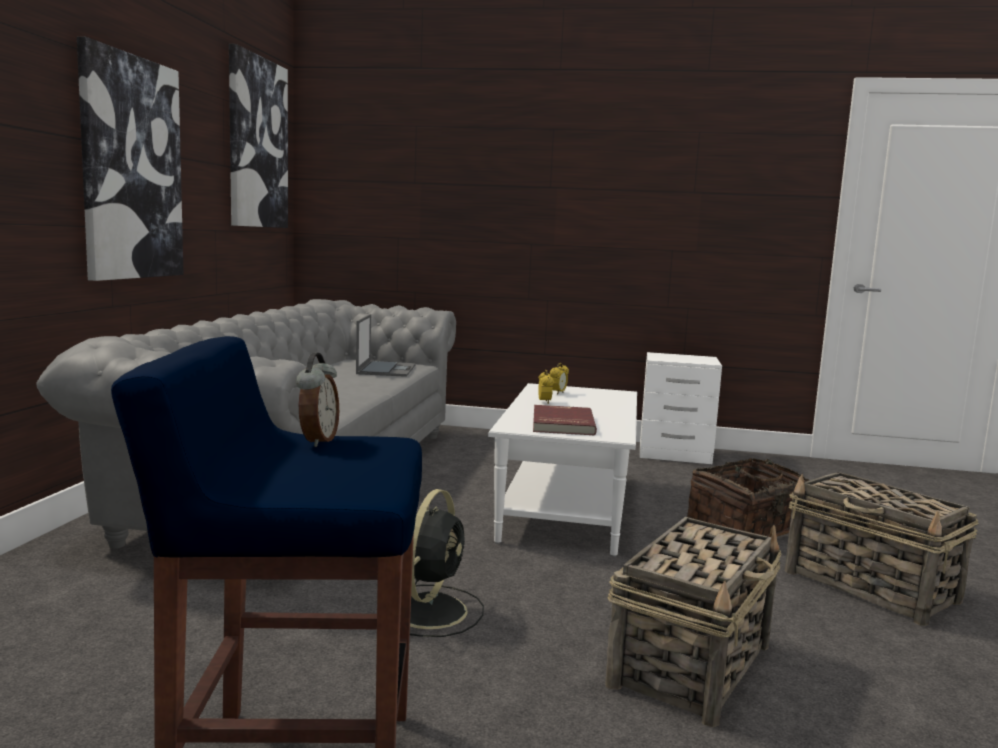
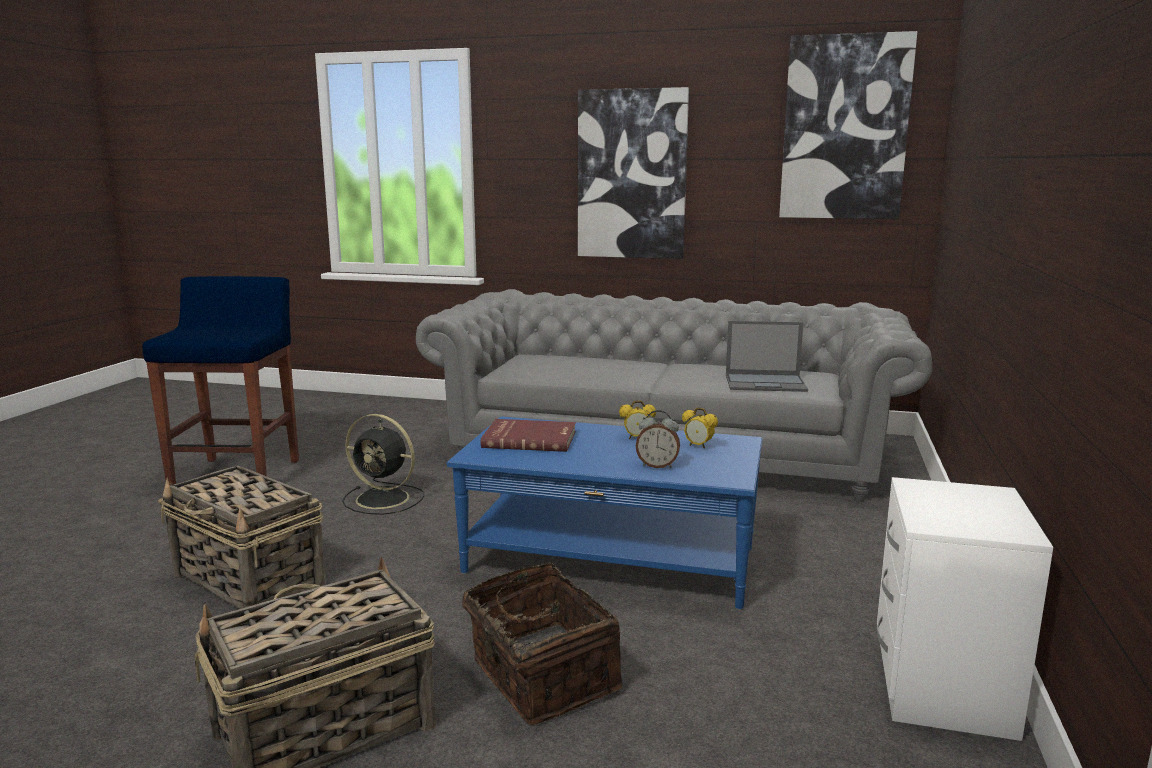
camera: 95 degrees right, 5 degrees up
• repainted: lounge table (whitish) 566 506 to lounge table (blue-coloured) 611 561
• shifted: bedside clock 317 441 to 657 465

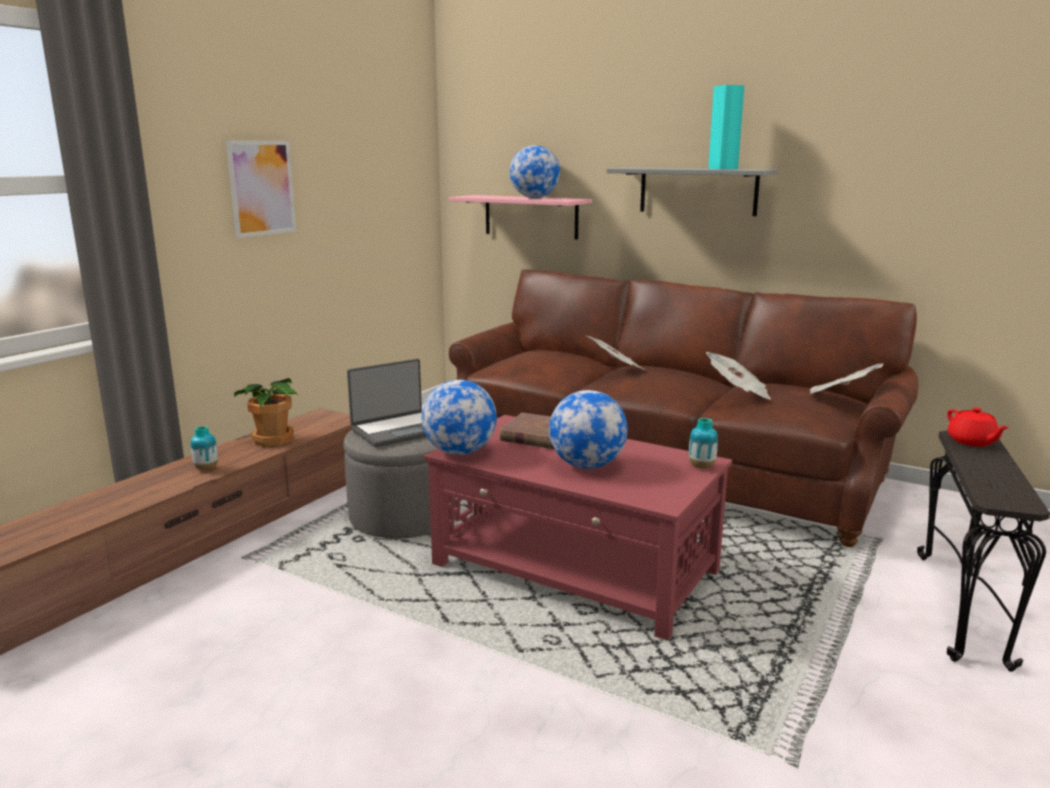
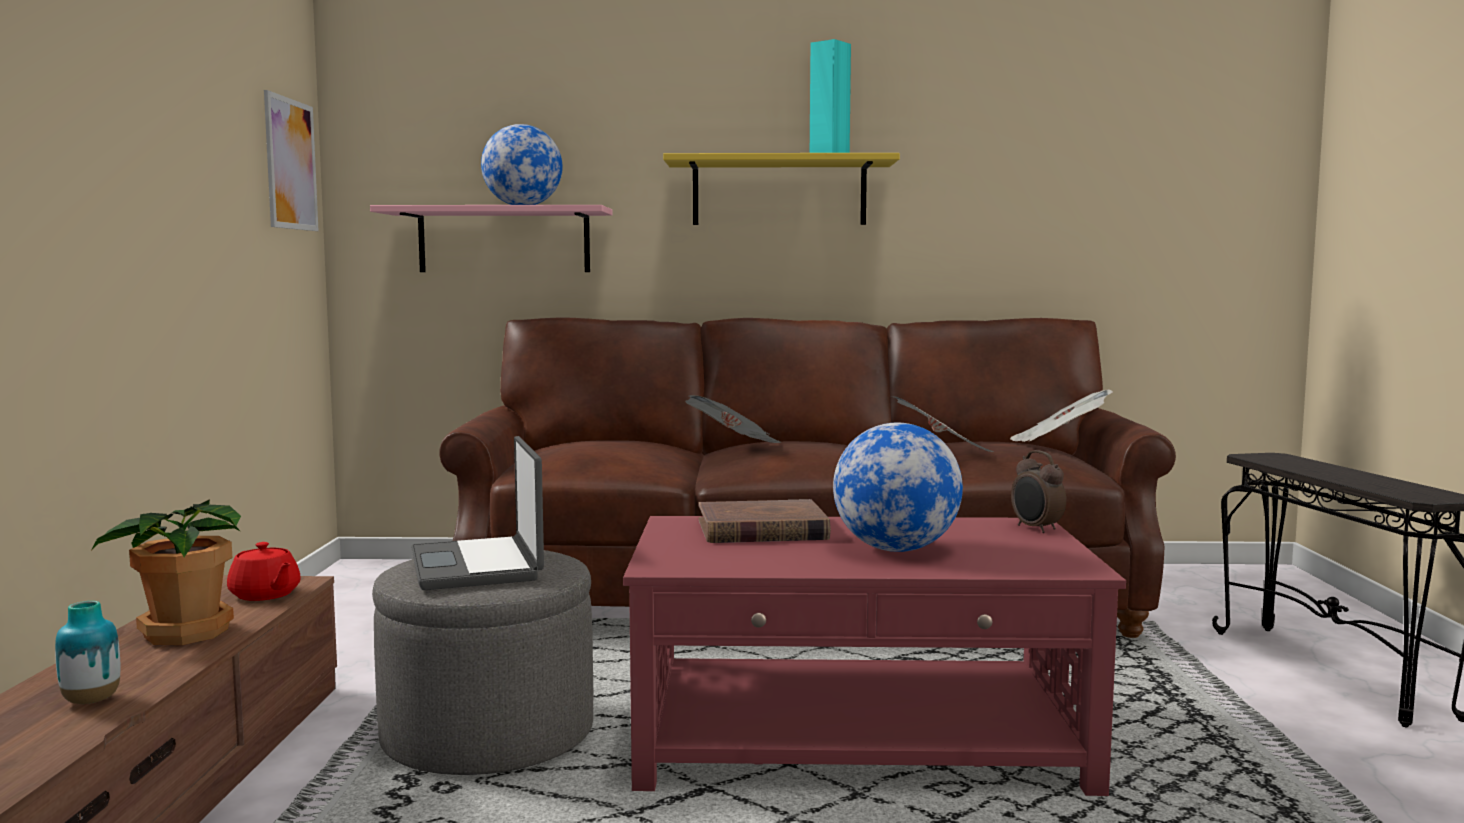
camera: 30 degrees left, 10 degrees down
• shifted: teapot (reddish) 972 442 to 265 595
• shifted: wall art 262 188 to 290 164
• rotated: notebook computer 398 430 = 479 566 135 degrees clockwise
• repainted: wall shelf (greyish) 697 191 to wall shelf (yellowish) 779 193
• swapped: vase 701 467 to bedside clock 1036 529
• gone: world globe 459 452

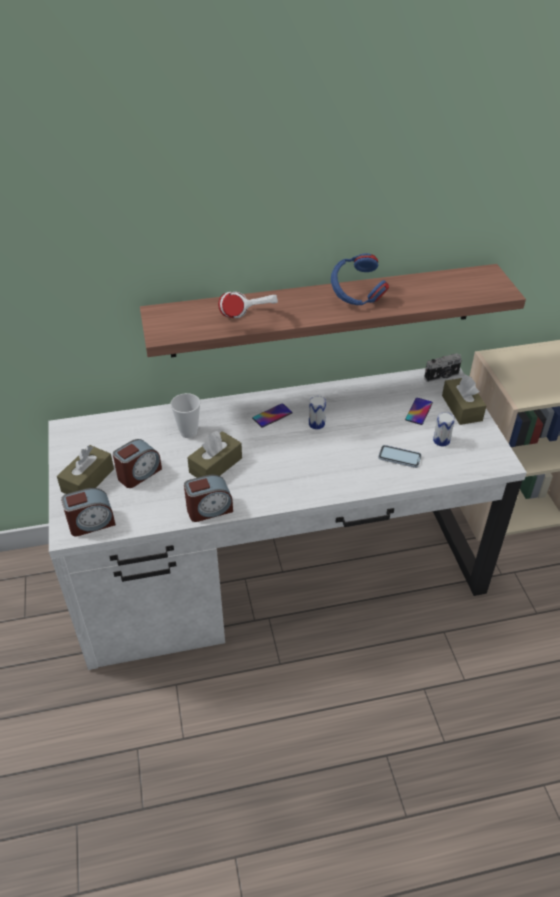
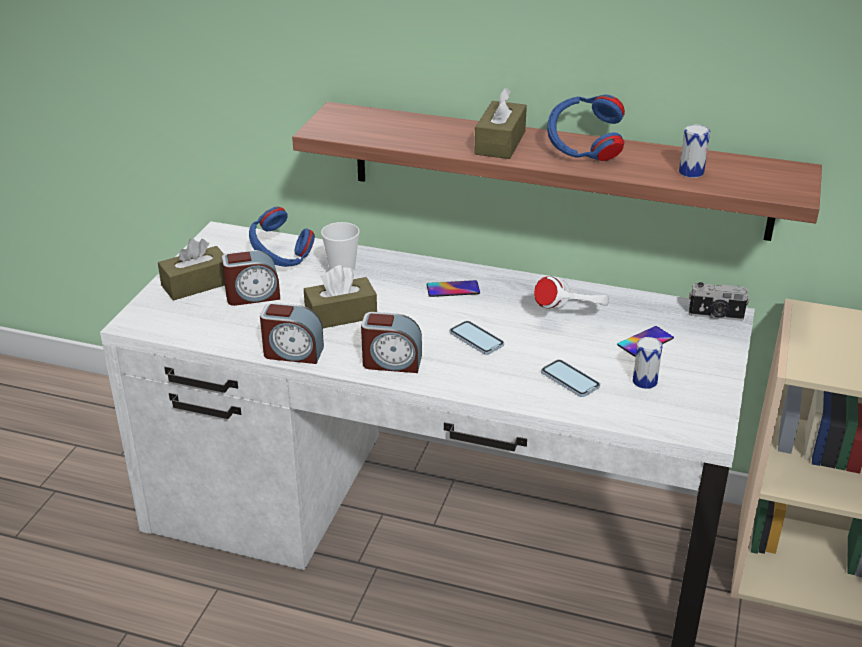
camera: 30 degrees right, 10 degrees down
• new: headphones (blue-coloured) 281 260
• shifted: bedside clock 91 523 to 391 362
• new: phone 476 339
• shifted: tissue holder (brown) 461 408 to 500 143
• shifted: headphones (whitish) 249 320 to 570 317
• shifted: can 316 424 to 691 172

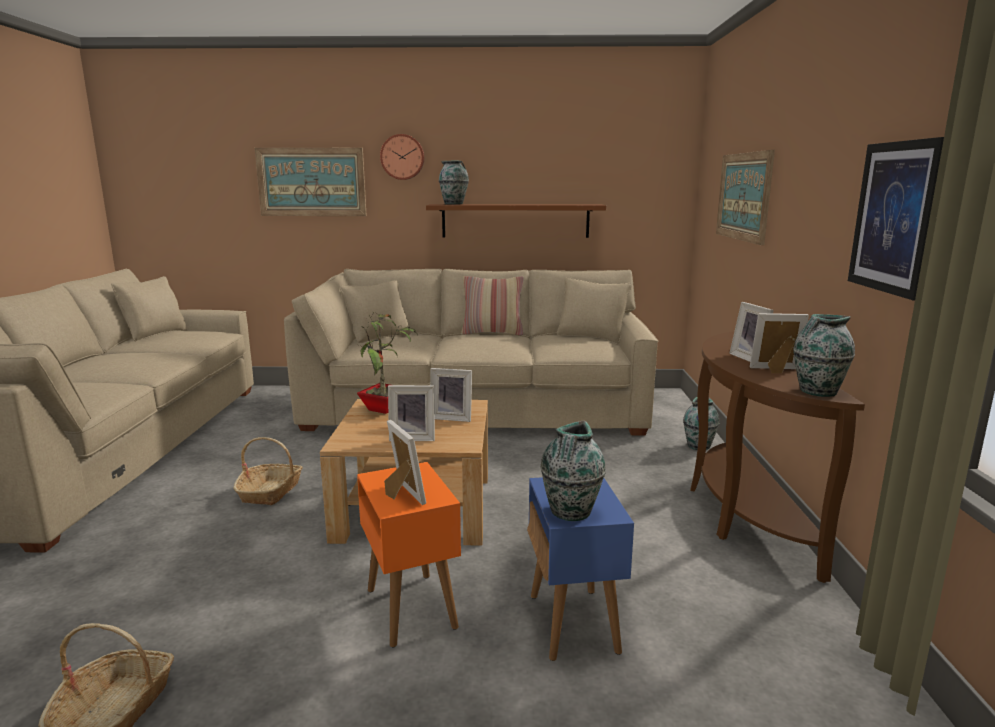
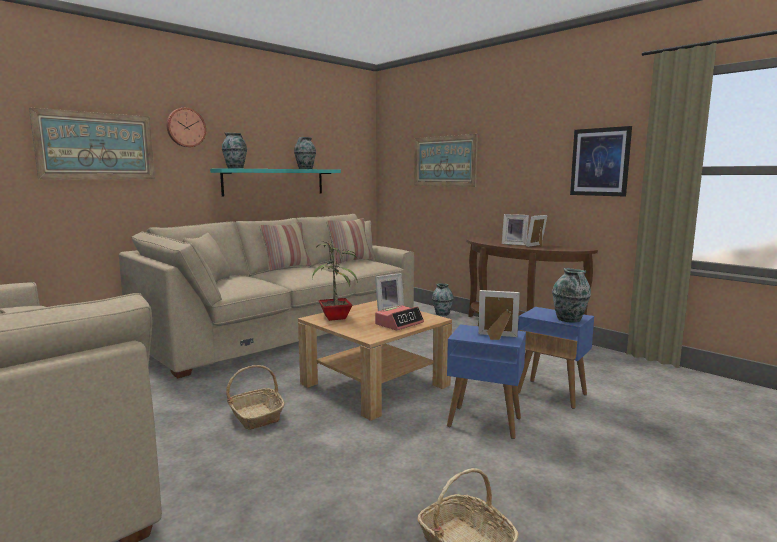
camera: 45 degrees left, 5 degrees down
• repainted: wall shelf (brown) 515 220 to wall shelf (blue-green) 274 182
• shifted: vase 817 391 to 305 169
• new: pillow 350 261
• swapped: standing frame 413 437 to bedside clock 399 323
• repainted: end table (orangey) 410 607 to end table (blue-coloured) 483 422

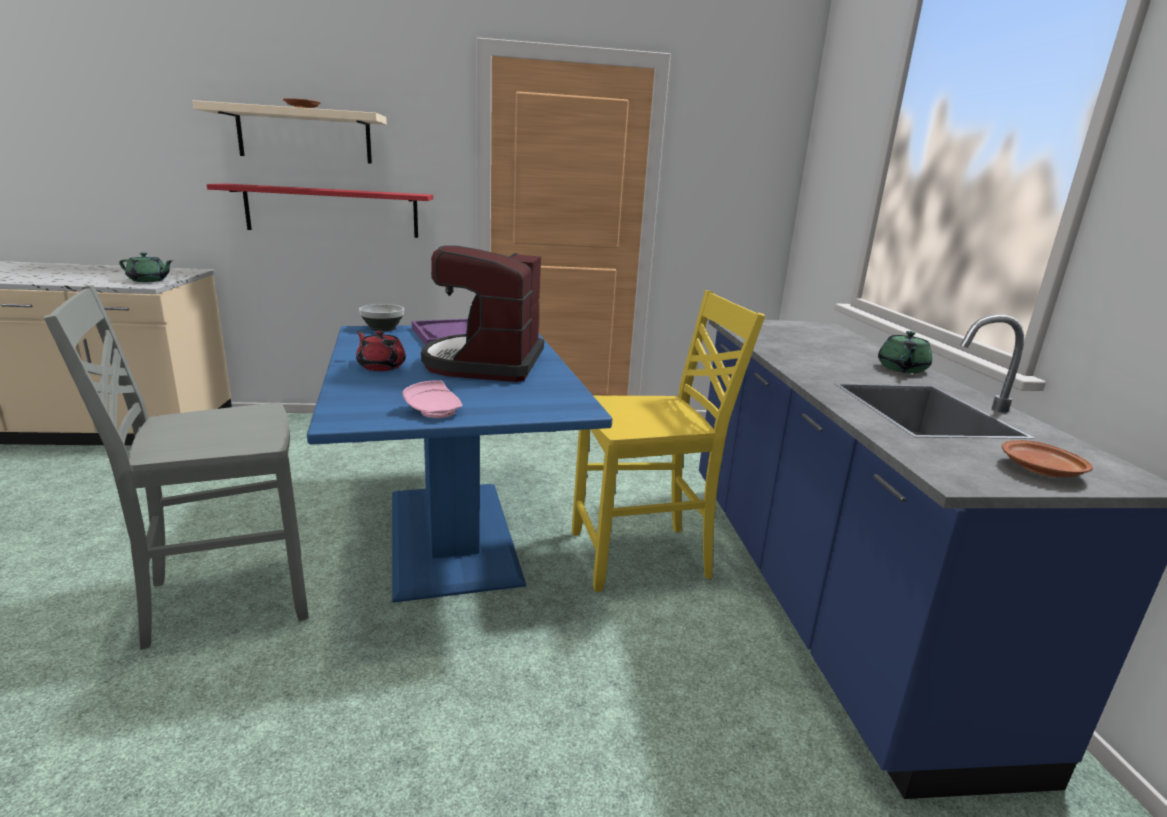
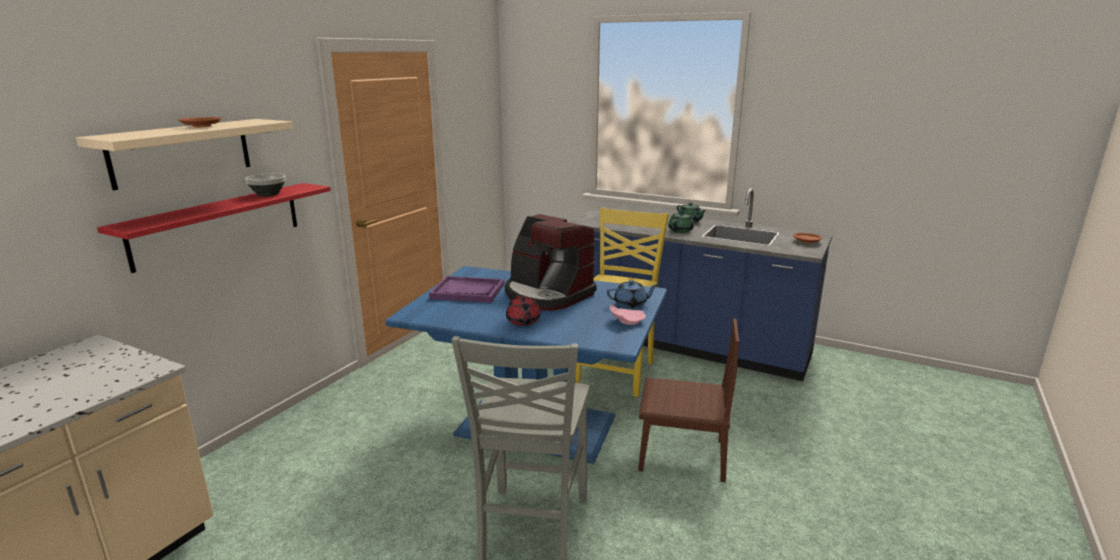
camera: 55 degrees left, 0 degrees up
• shifted: serving bowl 383 328 to 268 194
• rotated: teapot (reddish) 381 366 = 523 321 90 degrees counterclockwise
• new: teapot (blue-coloured) 631 304
• new: chair (brown) 682 455
• shifted: teapot (greenish) 149 280 to 681 230

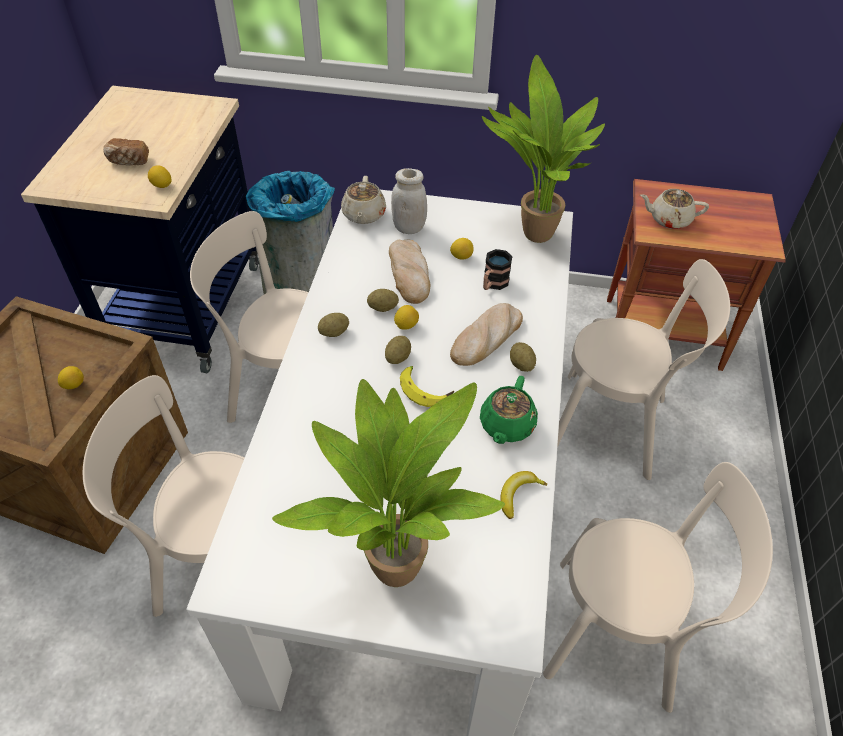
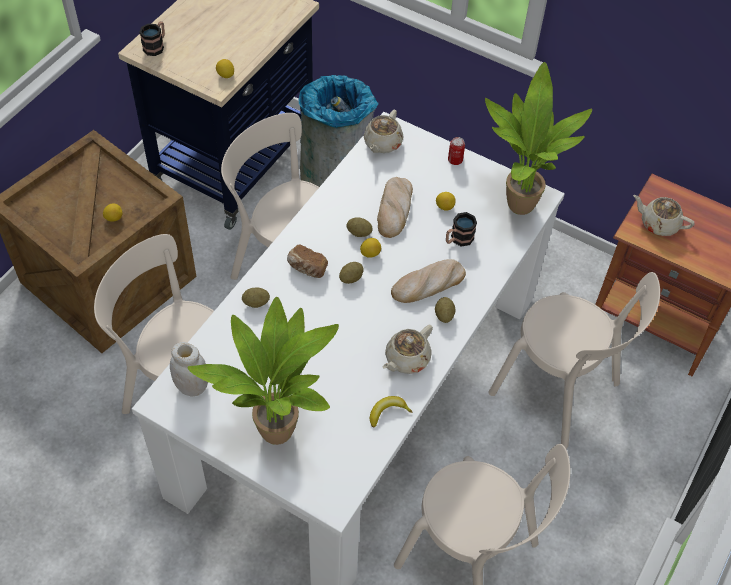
camera: 20 degrees right, 5 degrees up
• new: coffee mug 156 46
• shifted: jar (whitish) 409 227 to 192 386
• shifted: potato 334 332 to 256 303
• shifted: bakery bread 129 161 to 307 268
• repainted: teapot (greenish) 506 425 to teapot (sand-coloured) 406 359
• new: can 455 160
• gone: banana 425 389

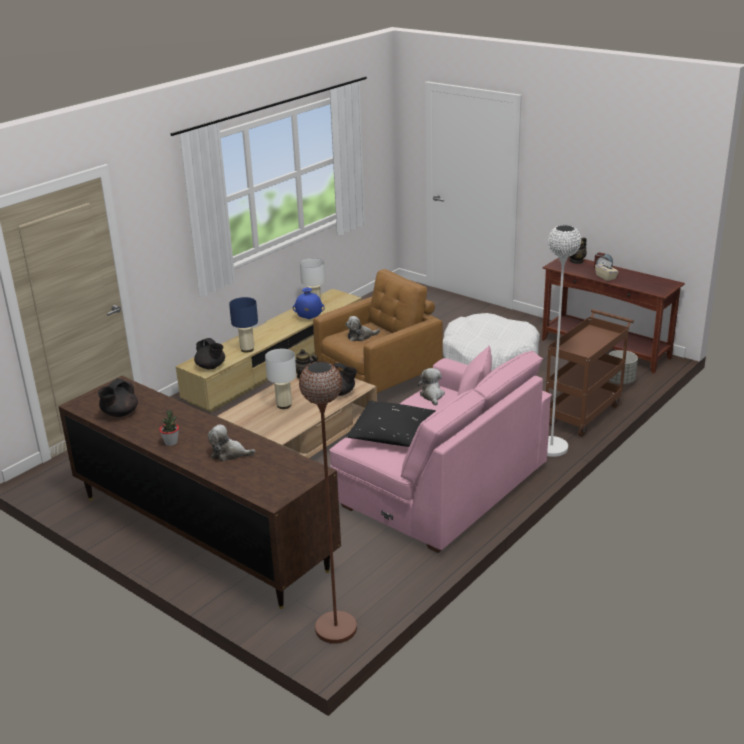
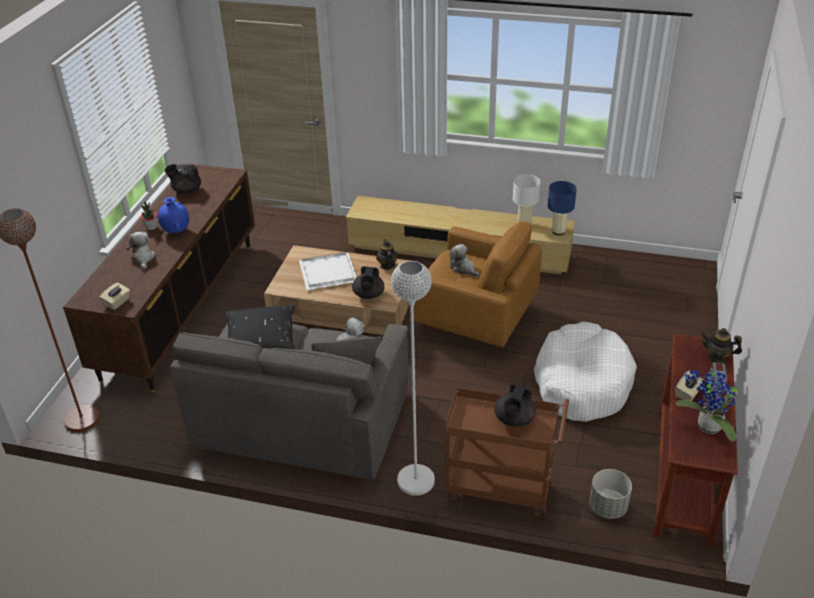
camera: 65 degrees right, 10 degrees up
• new: tissue holder (sand-coloured) 117 303
• shifted: vase (blue-coloured) 309 319 to 176 231
• repainted: settee (pink-coloured) 442 487 to settee (greyish) 302 421
• swapped: tabletop lamp (whitish) 283 405 to serving tray (whitish) 329 272
• shifted: teapot (black) 211 367 to 514 420
• shifted: tabletop lamp (blue-coloured) 247 349 to 558 232
• new: houseplant 706 427

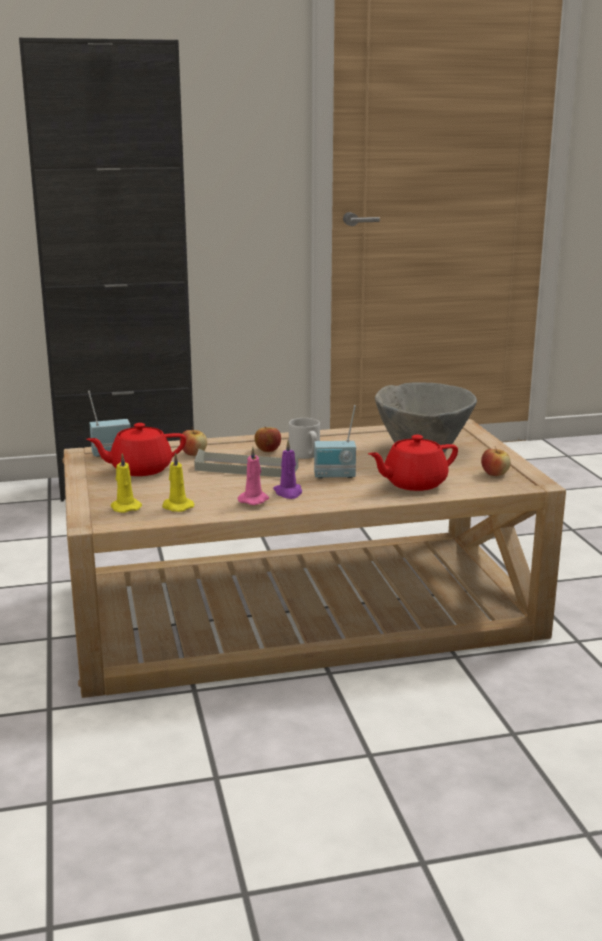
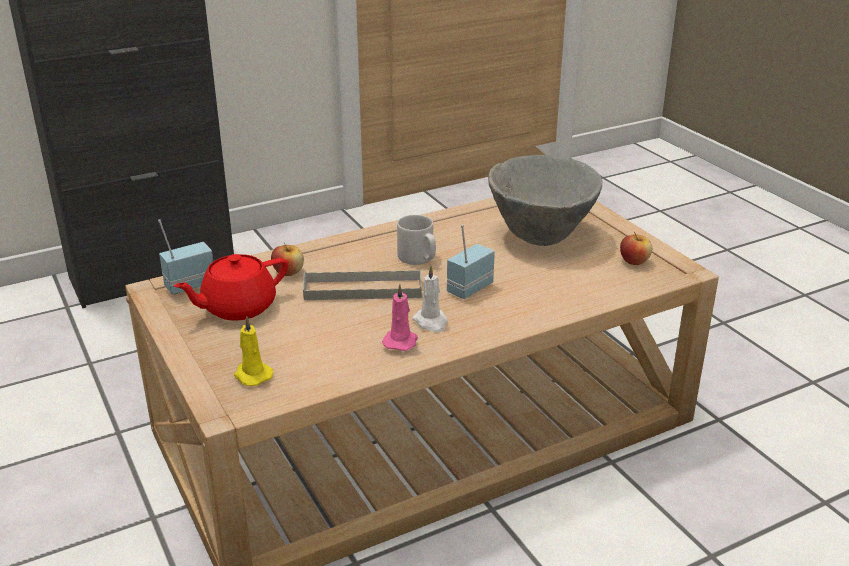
camera: 15 degrees left, 10 degrees up
• repainted: candle (purple) 288 493 to candle (whitish) 431 322
• rotated: radio 335 476 = 468 288 150 degrees clockwise
• gone: candle (yellowish) 176 507
• gone: apple fruit 267 450
• gone: teapot (reddish) 413 483

